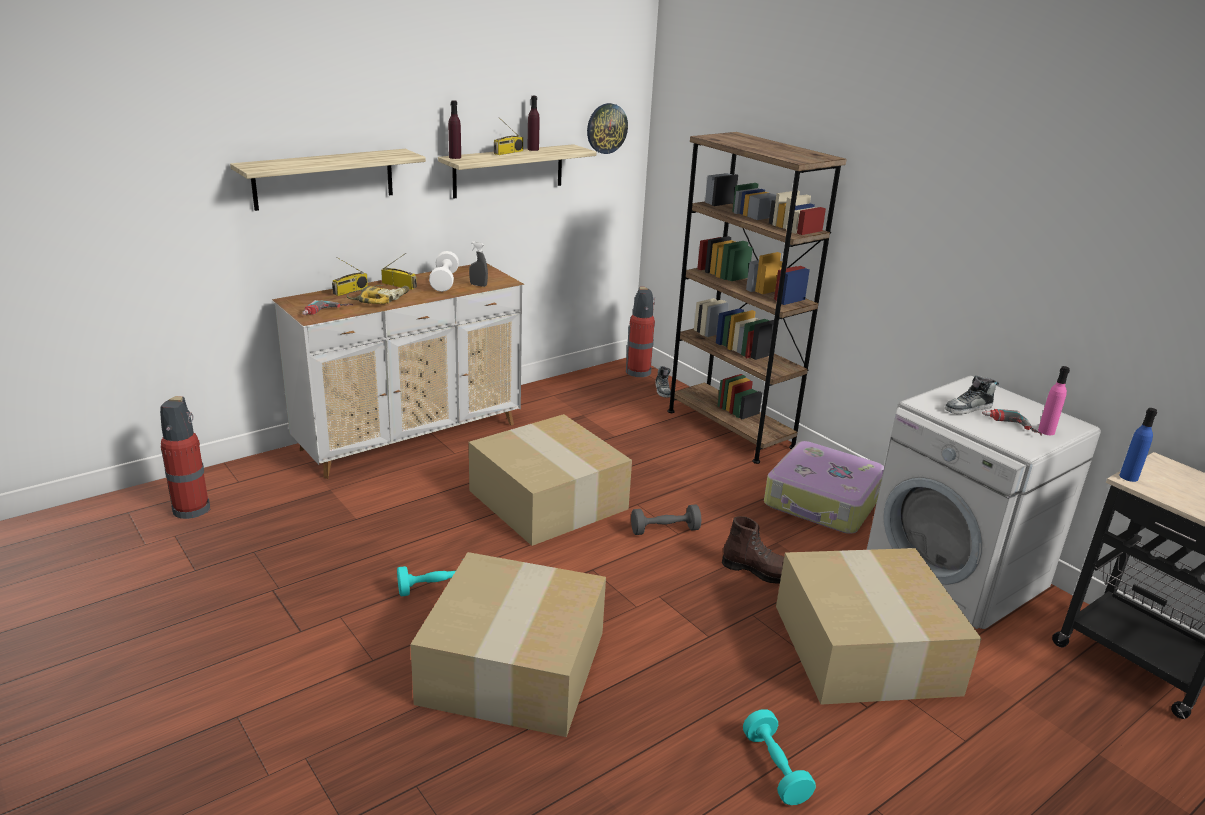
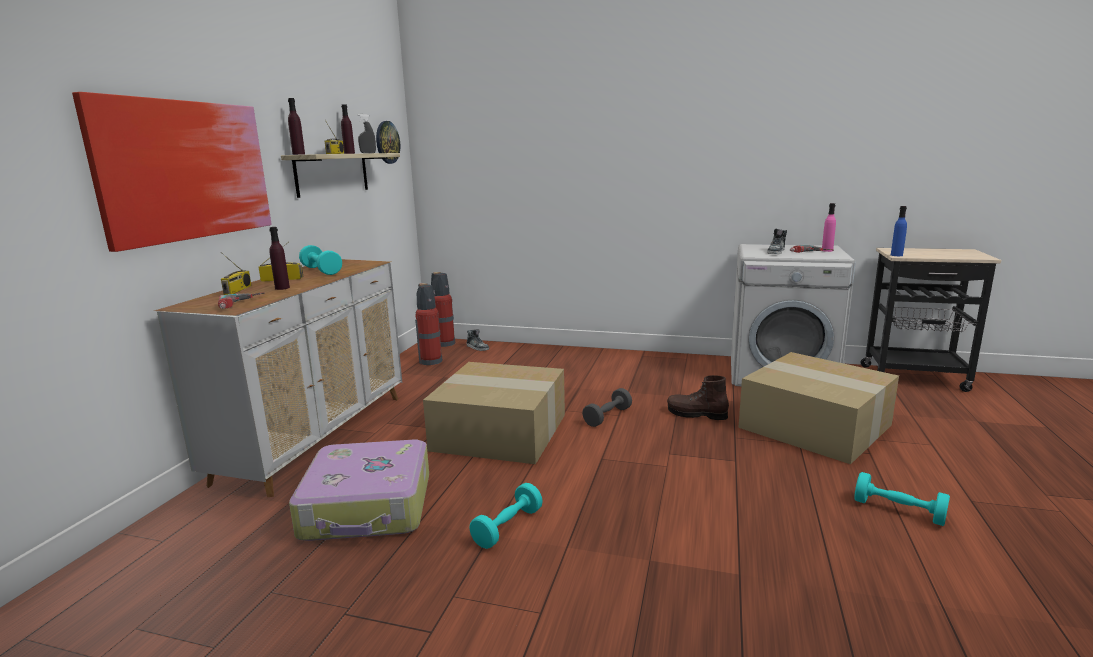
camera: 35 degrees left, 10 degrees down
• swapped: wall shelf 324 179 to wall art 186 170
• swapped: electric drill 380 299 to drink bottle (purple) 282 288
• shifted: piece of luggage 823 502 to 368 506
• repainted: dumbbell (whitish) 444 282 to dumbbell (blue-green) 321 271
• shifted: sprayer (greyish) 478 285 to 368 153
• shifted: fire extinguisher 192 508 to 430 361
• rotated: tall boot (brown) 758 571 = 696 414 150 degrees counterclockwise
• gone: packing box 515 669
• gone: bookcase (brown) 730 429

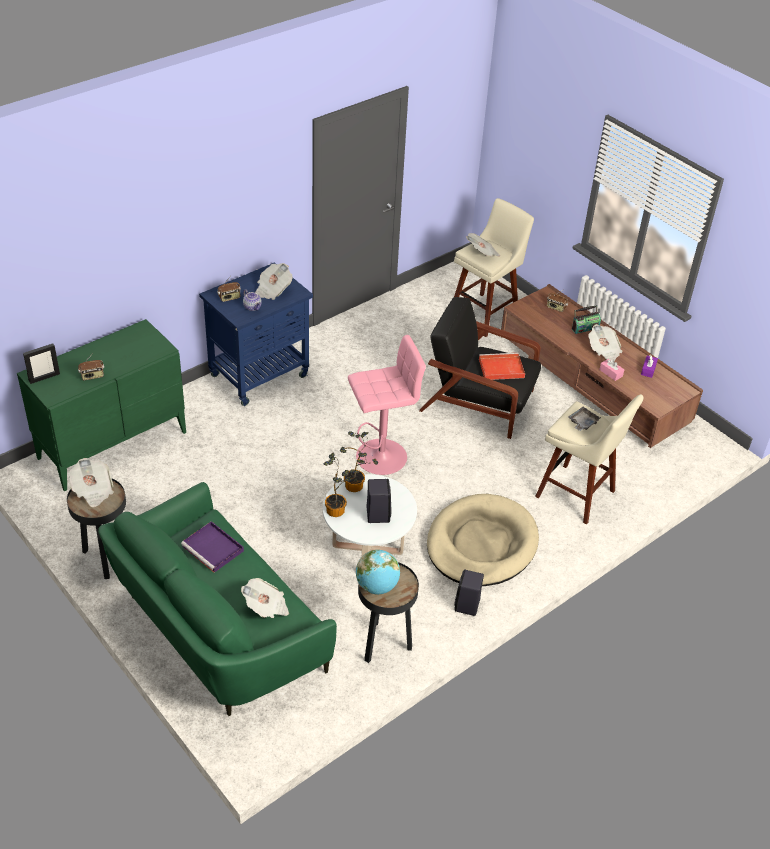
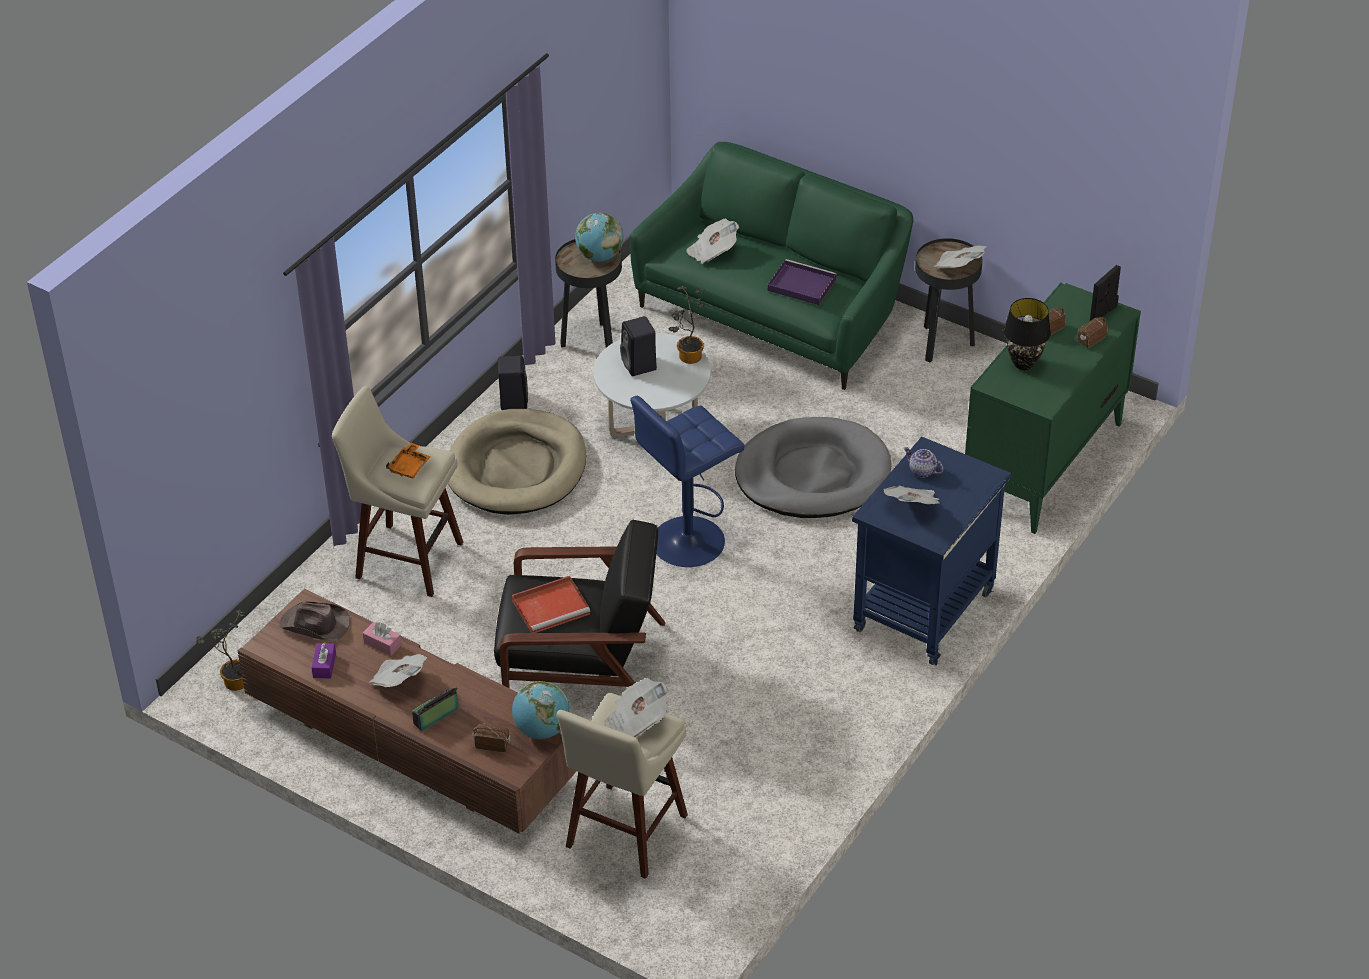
camera: 165 degrees right, 0 degrees up
• shifted: houseplant 356 487 to 232 681
• new: wearable hat (brown) 315 625
• repainted: serving tray (greyish) 582 423 to serving tray (orangey) 409 467
• new: world globe 541 730
• repainted: stool (pink-coloured) 382 457 to stool (blue-coloured) 687 542
• new: pet bed (greyish) 812 474
• new: tabletop lamp (black) 1024 364
• shifted: radio 229 298 to 1091 340

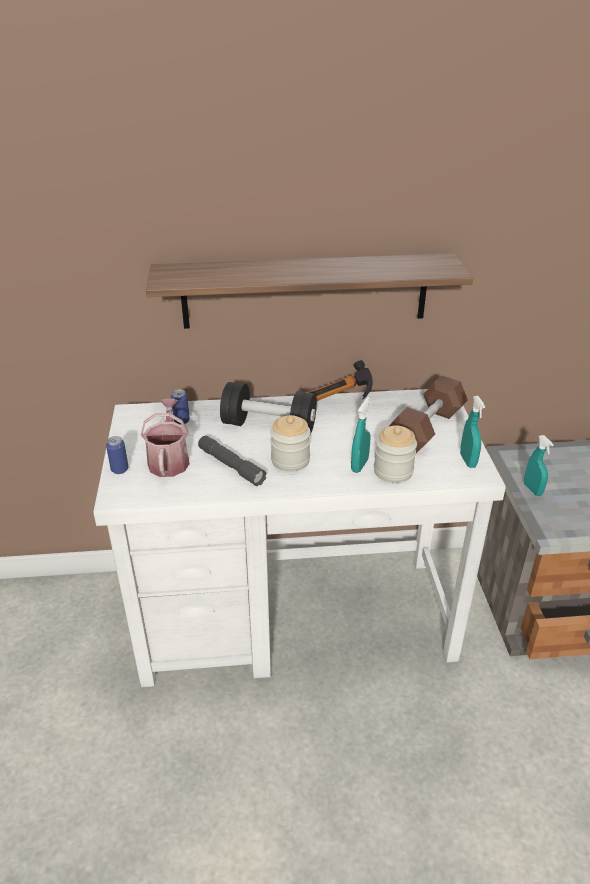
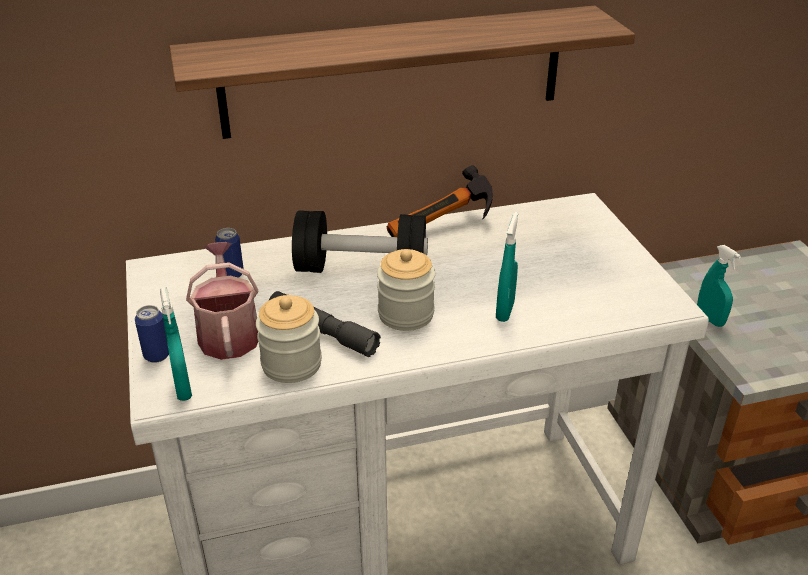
camera: 10 degrees left, 0 degrees up
• shifted: sprayer (blue-green) 468 461 to 183 388
• shifted: jar 393 471 to 291 364
• gone: dumbbell (brown) 426 428

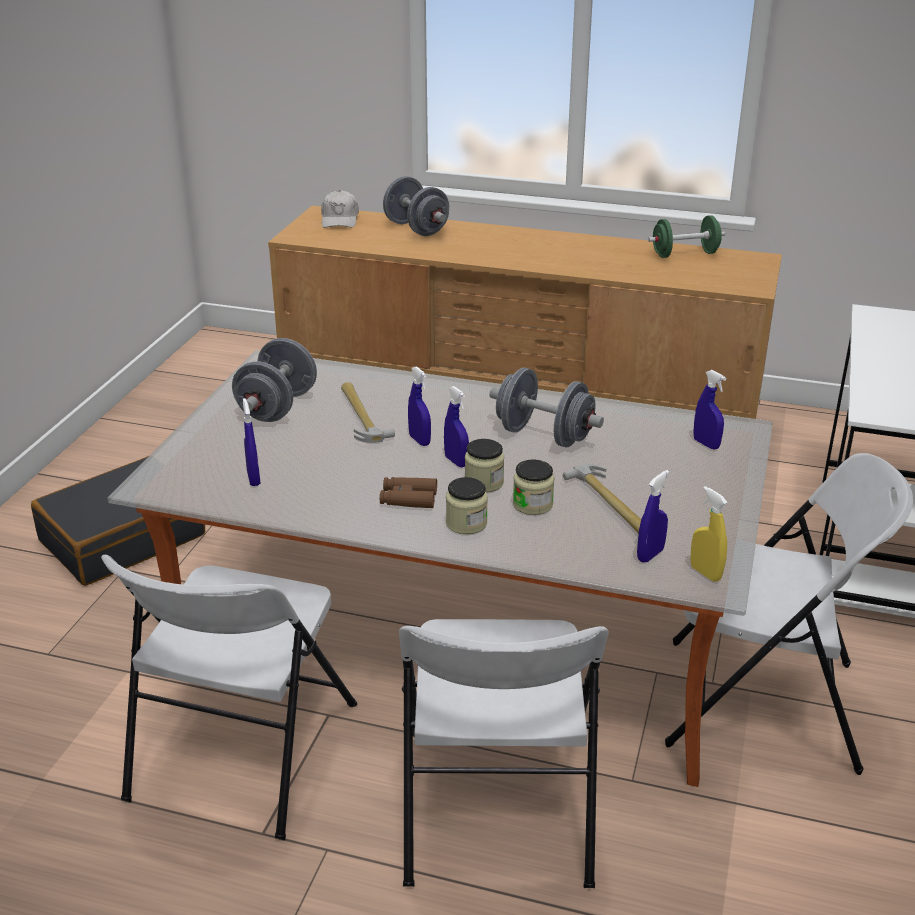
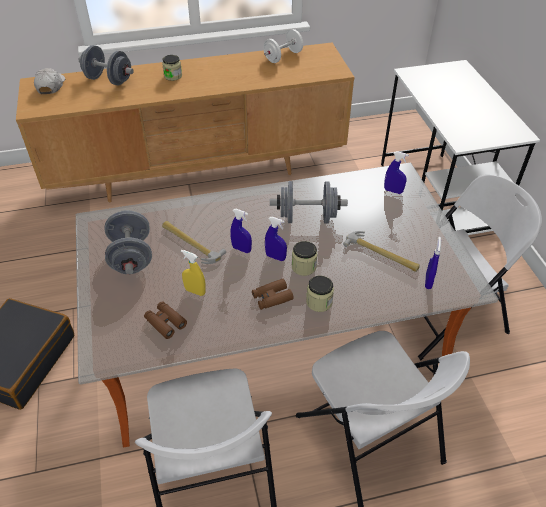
camera: 30 degrees left, 15 degrees up
• rotated: baseball cap (whitish) 340 219 = 50 86 150 degrees counterclockwise
• swapped: sprayer (blue-coloured) 253 478 to field glasses (brown) 165 322
• shifted: jar 532 504 to 173 76
• shifted: sprayer (yellowish) 705 573 to 195 291
• repainted: dumbbell (greenish) 684 254 to dumbbell (whitish) 283 56

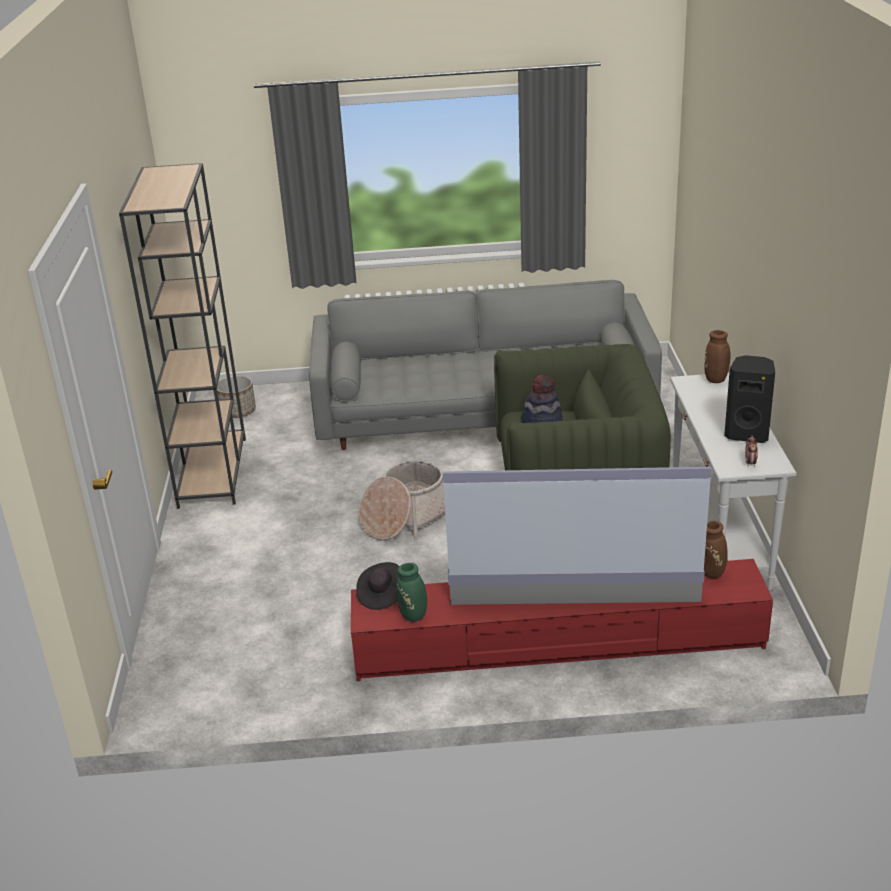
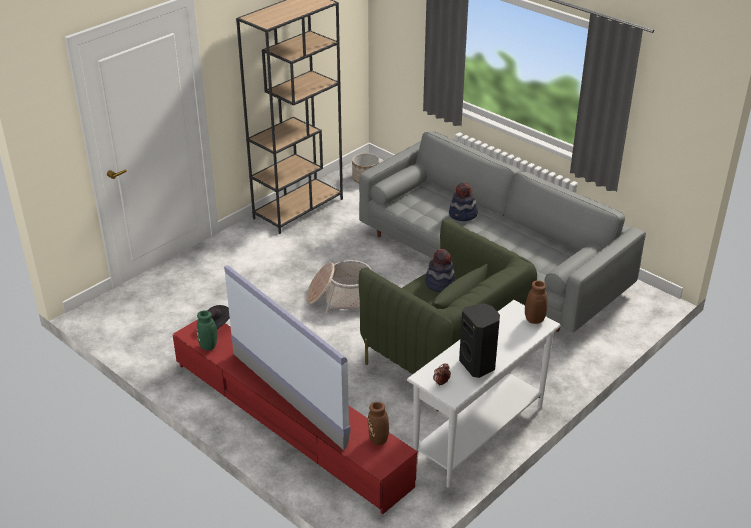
camera: 45 degrees right, 5 degrees up
• new: wearable hat 463 215

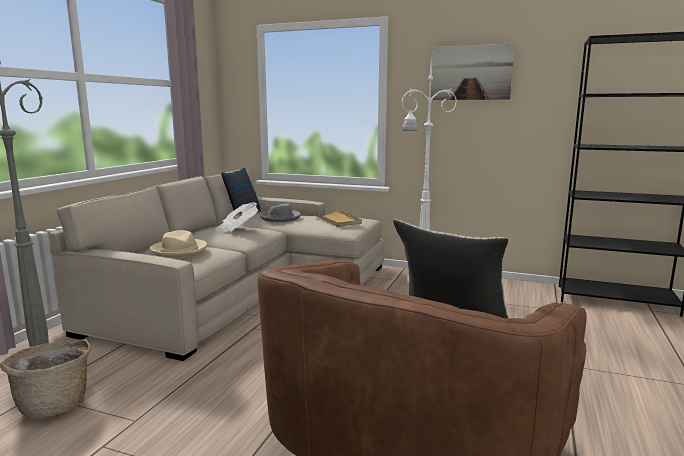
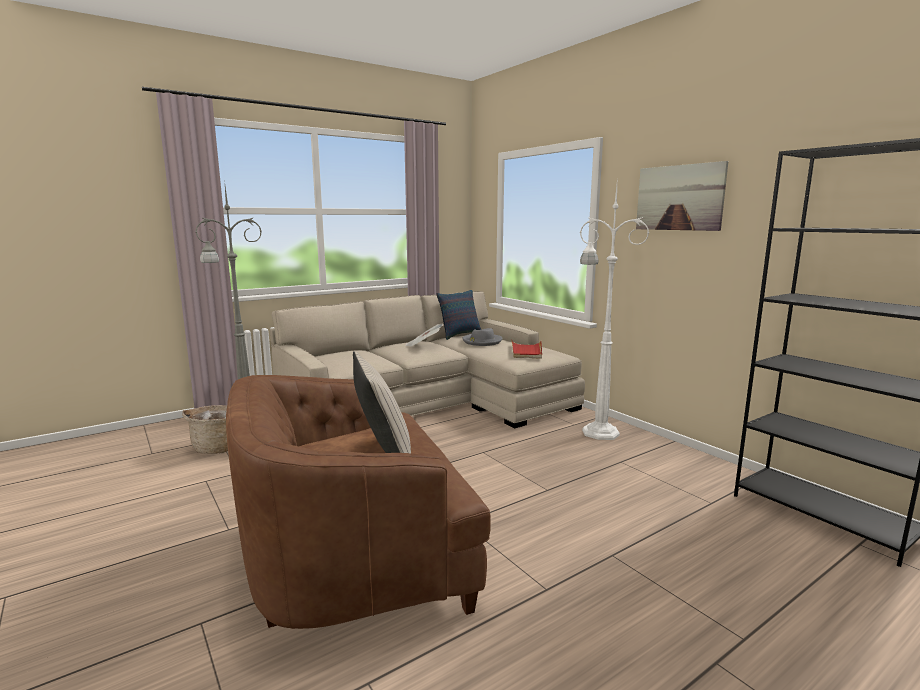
camera: 35 degrees right, 0 degrees up
• repainted: serving tray (sand-coloured) 336 220 to serving tray (reddish) 526 351
• gone: wearable hat (sand-coloured) 180 250

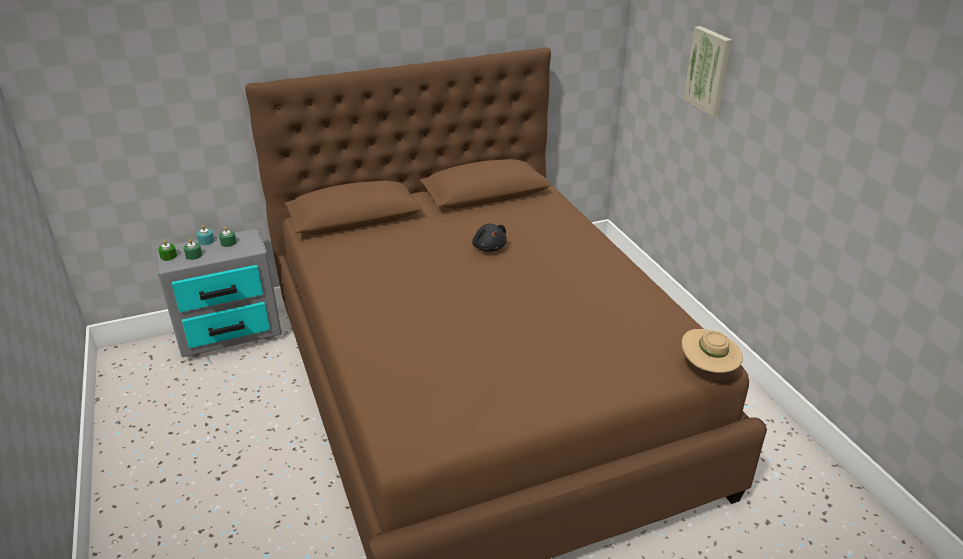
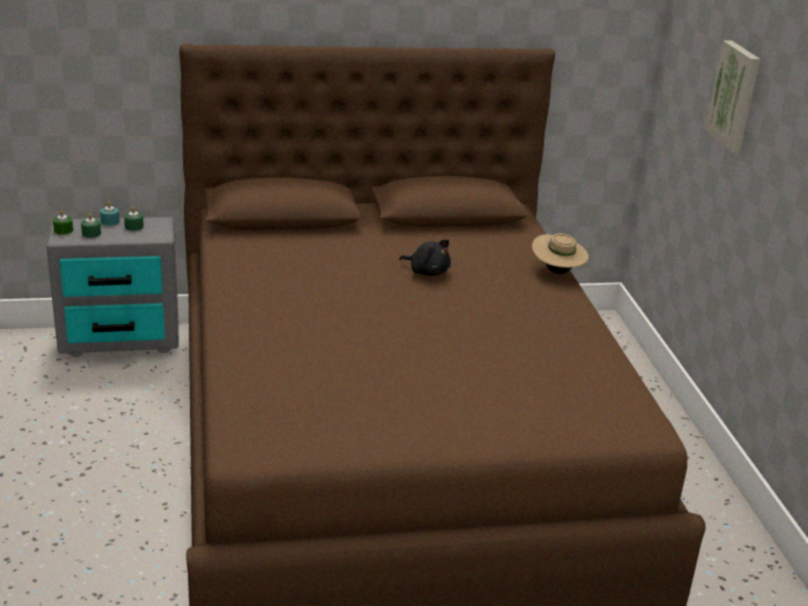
camera: 10 degrees right, 5 degrees down
• rotated: soft toy (black) 489 247 = 427 272 45 degrees counterclockwise
• shifted: wearable hat (sand-coloured) 708 368 to 557 271

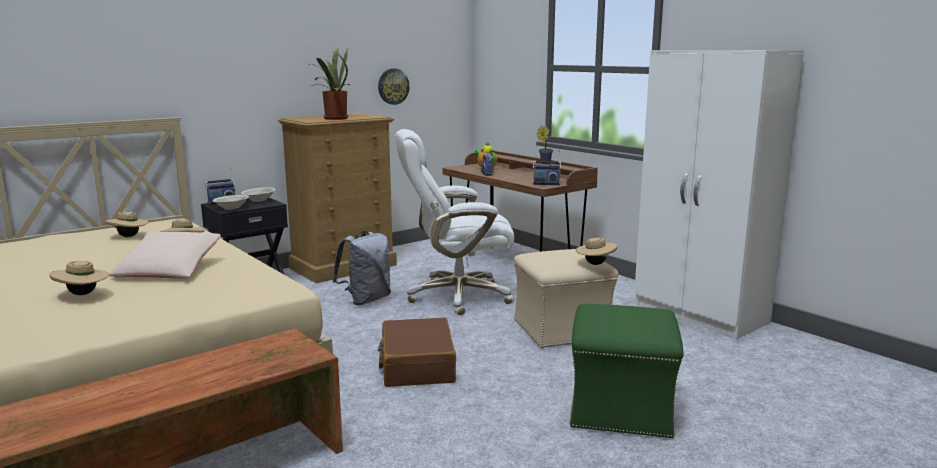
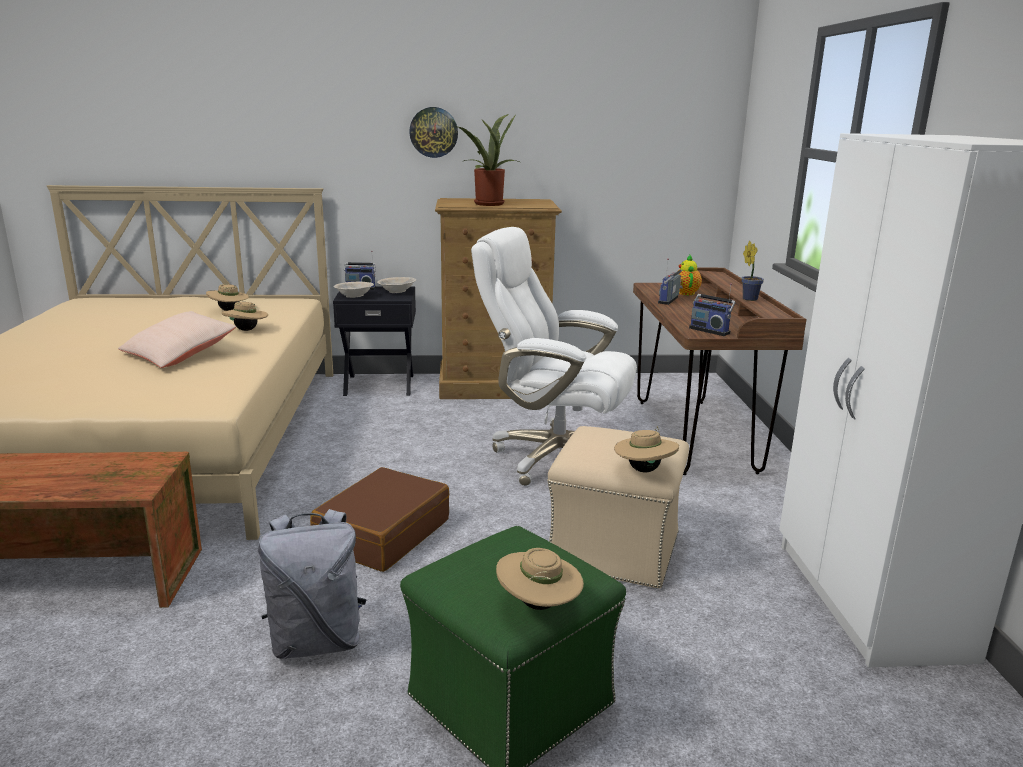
camera: 35 degrees right, 5 degrees up
• shifted: knapsack (greyish) 366 300 to 317 641
• shifted: hanging clock 393 86 to 433 132
• shifted: wearable hat (sand-coloured) 83 294 to 539 605

